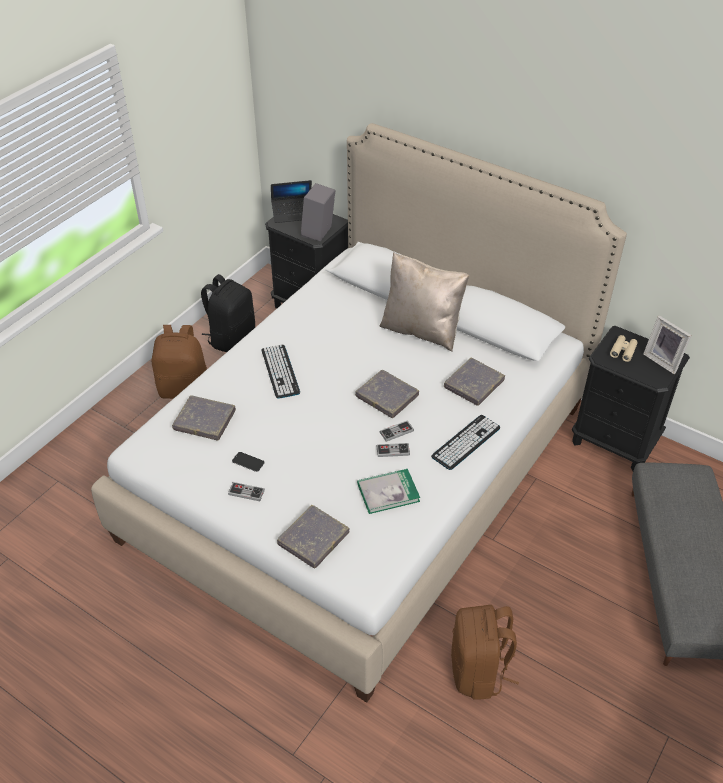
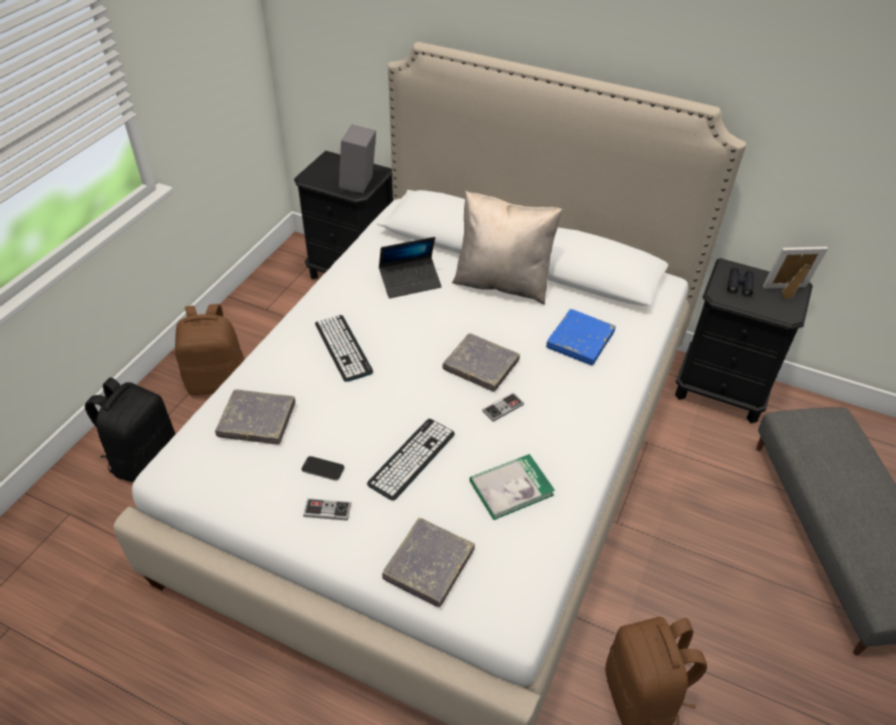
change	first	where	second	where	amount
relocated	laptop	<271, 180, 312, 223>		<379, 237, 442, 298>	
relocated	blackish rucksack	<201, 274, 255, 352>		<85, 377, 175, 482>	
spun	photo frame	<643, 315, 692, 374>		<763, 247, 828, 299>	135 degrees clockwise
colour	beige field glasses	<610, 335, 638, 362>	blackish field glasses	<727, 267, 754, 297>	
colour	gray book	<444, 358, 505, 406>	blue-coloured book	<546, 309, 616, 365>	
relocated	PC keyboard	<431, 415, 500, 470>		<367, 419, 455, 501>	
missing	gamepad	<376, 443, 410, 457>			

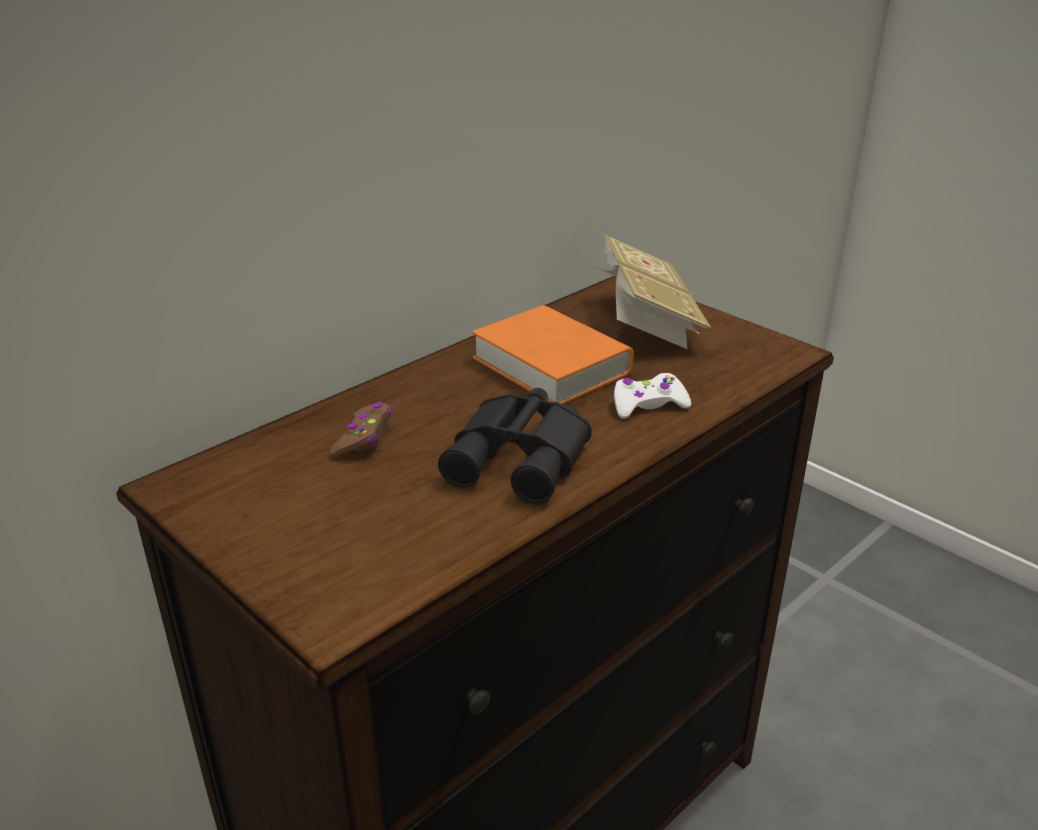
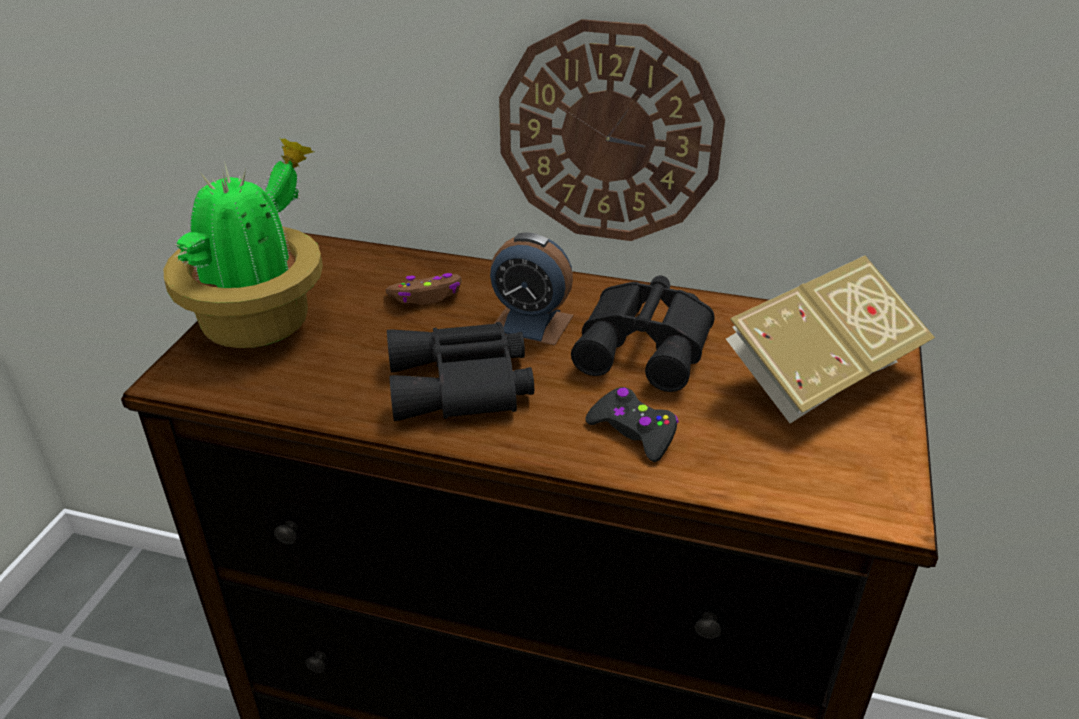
change	first	where	second	where	amount
exchanged	orangey book	<472, 305, 634, 404>	blackish field glasses	<571, 276, 715, 392>	
colour	white gamepad	<614, 373, 691, 418>	blackish gamepad	<585, 387, 679, 462>	
appeared			wall clock	<499, 19, 725, 241>	
appeared			potted plant	<164, 137, 323, 348>	
appeared			alarm clock	<490, 233, 573, 345>	

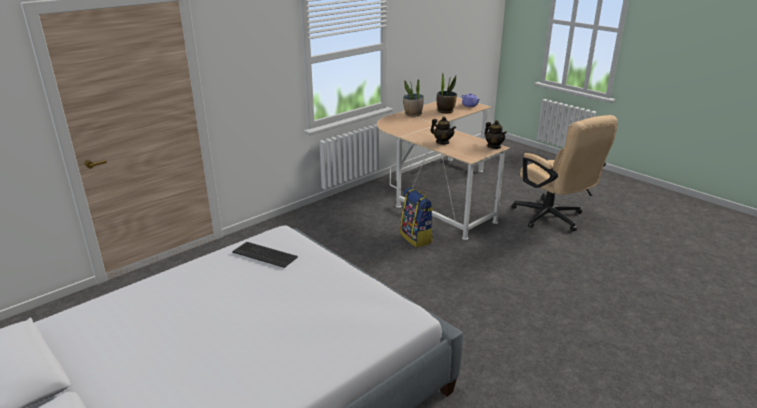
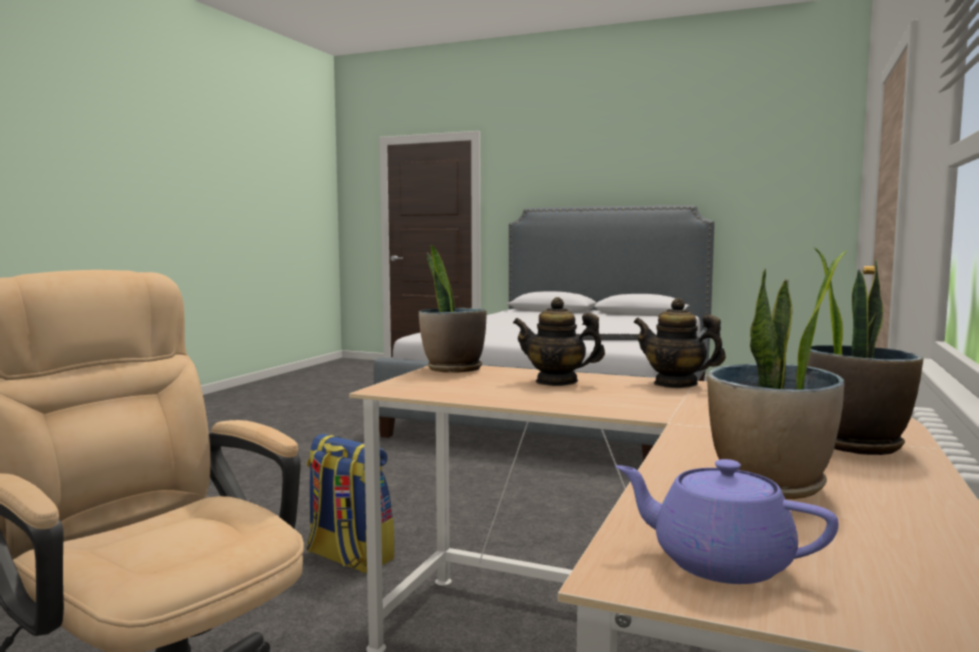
change	first	where	second	where	amount
relocated	pot for tea	<485, 120, 507, 149>		<633, 298, 726, 388>	
relocated	rucksack	<400, 188, 433, 248>		<307, 434, 394, 574>	
appeared			potted plant	<419, 245, 487, 372>	

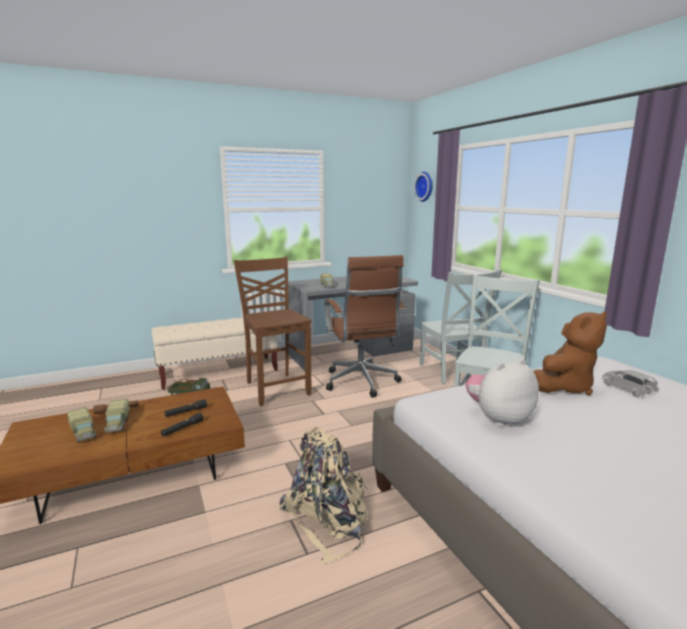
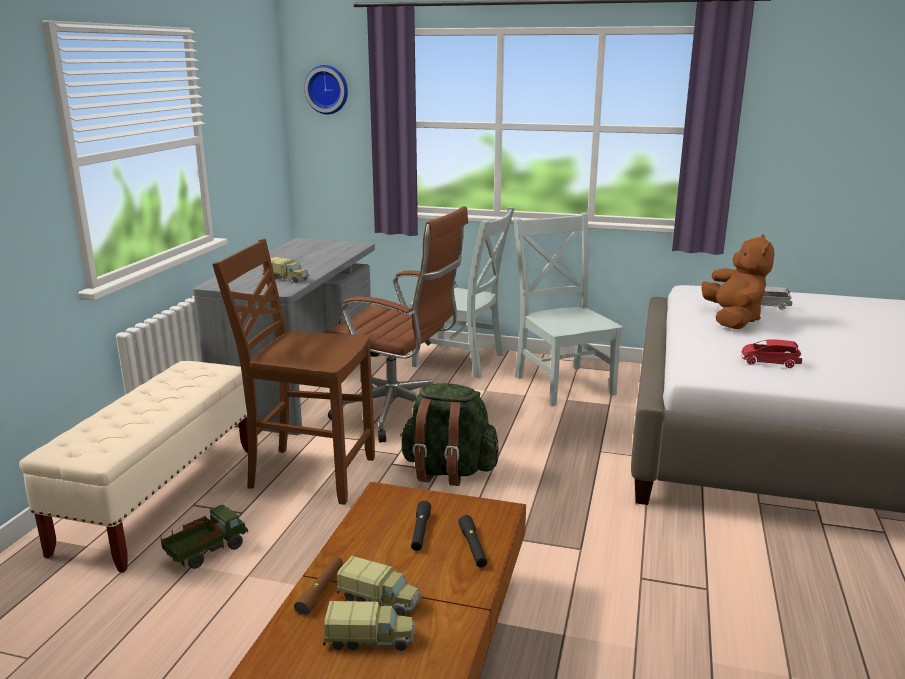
change	first	where	second	where	amount
exchanged	plush toy	<465, 359, 539, 427>	red miniature car	<741, 339, 802, 368>	
missing	beige rucksack	<278, 427, 368, 564>			
appeared			green-coloured rucksack	<400, 383, 499, 486>	

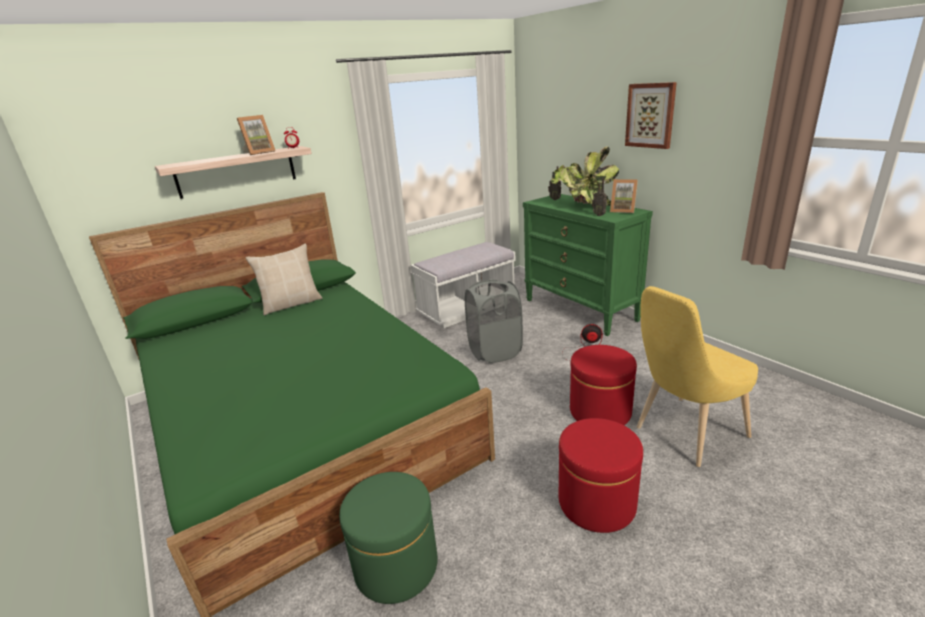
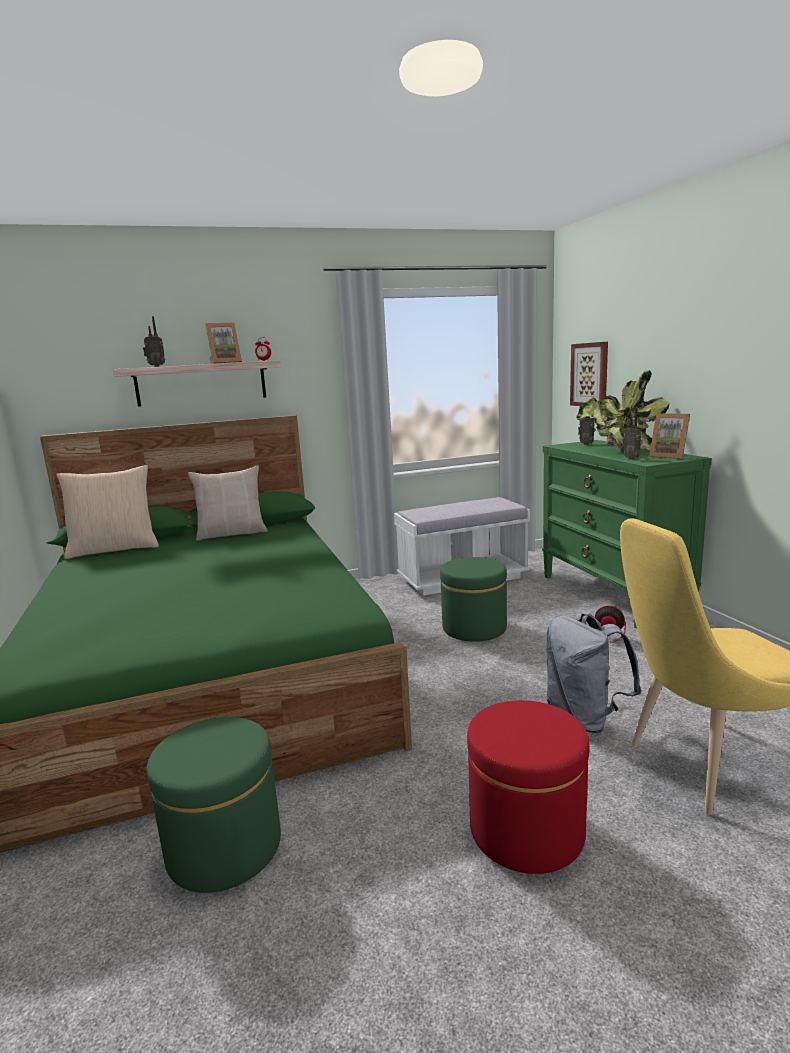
change	first	where	second	where	amount
relocated	picture	<625, 82, 677, 149>		<570, 342, 608, 406>	
exchanged	gray washing basket	<465, 279, 523, 363>	green-coloured pouffe	<440, 557, 507, 641>	
exchanged	red pouffe	<570, 345, 637, 425>	gray rucksack	<546, 613, 641, 733>	
appeared			radio set	<143, 316, 165, 367>	
appeared			beige throw pillow	<56, 465, 159, 559>	

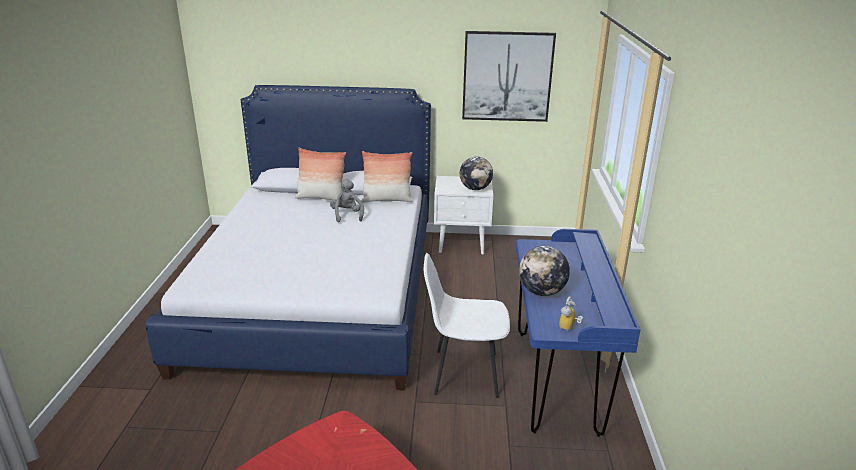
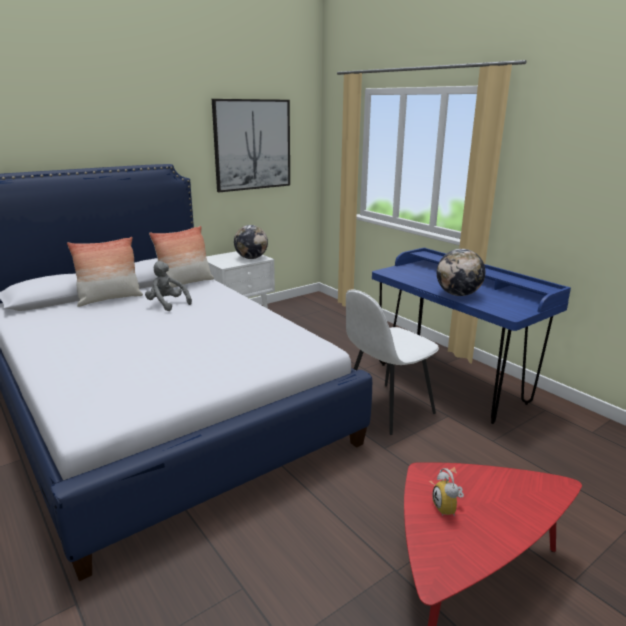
change	first	where	second	where	amount
relocated	alarm clock	<559, 297, 583, 332>		<432, 468, 464, 517>	

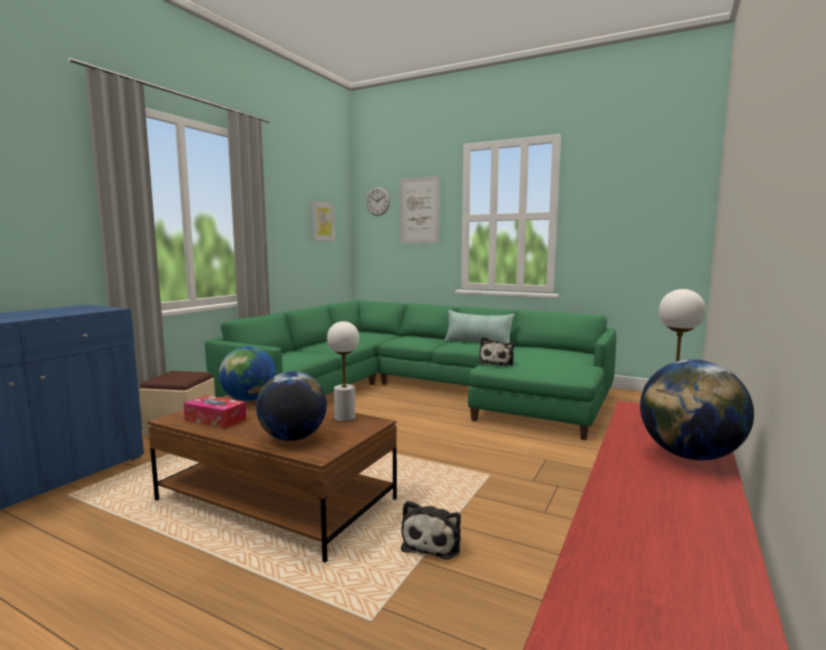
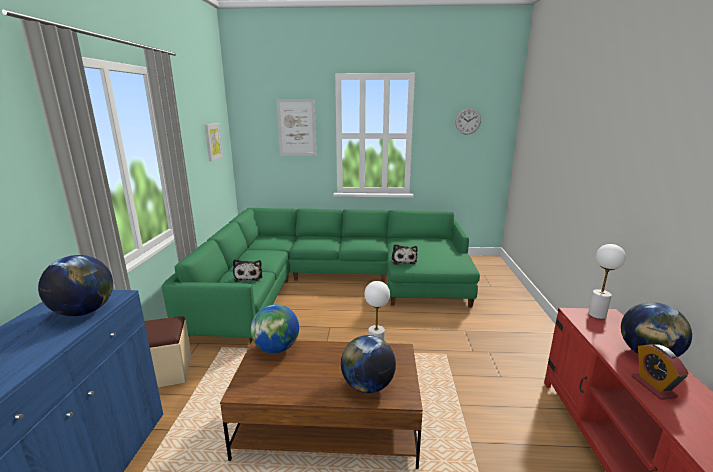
change	first	where	second	where	amount
relocated	wall clock	<366, 187, 390, 216>		<455, 108, 481, 134>	
missing	throw pillow	<444, 310, 515, 344>			
missing	tissue holder	<184, 395, 246, 429>			
relocated	plush toy	<401, 500, 461, 560>		<233, 259, 263, 282>	
appeared			desk globe	<38, 255, 113, 316>	
appeared			alarm clock	<631, 344, 689, 400>	

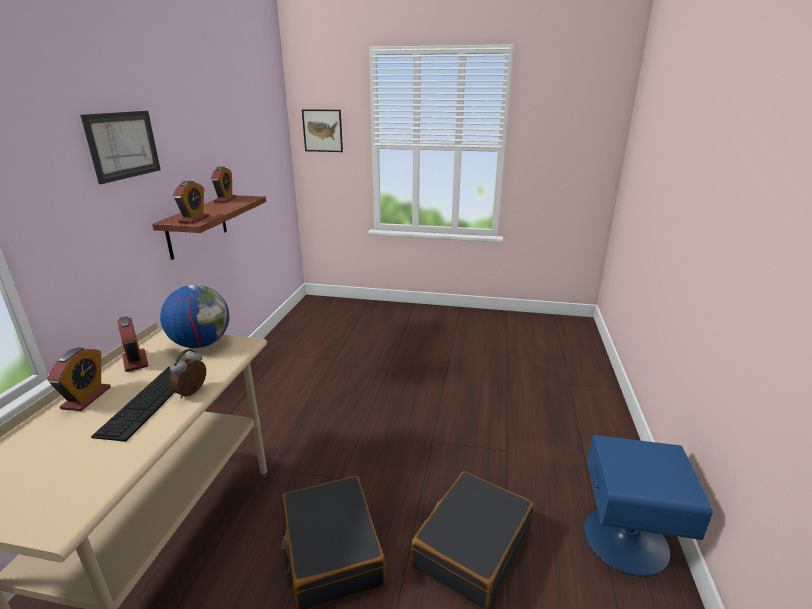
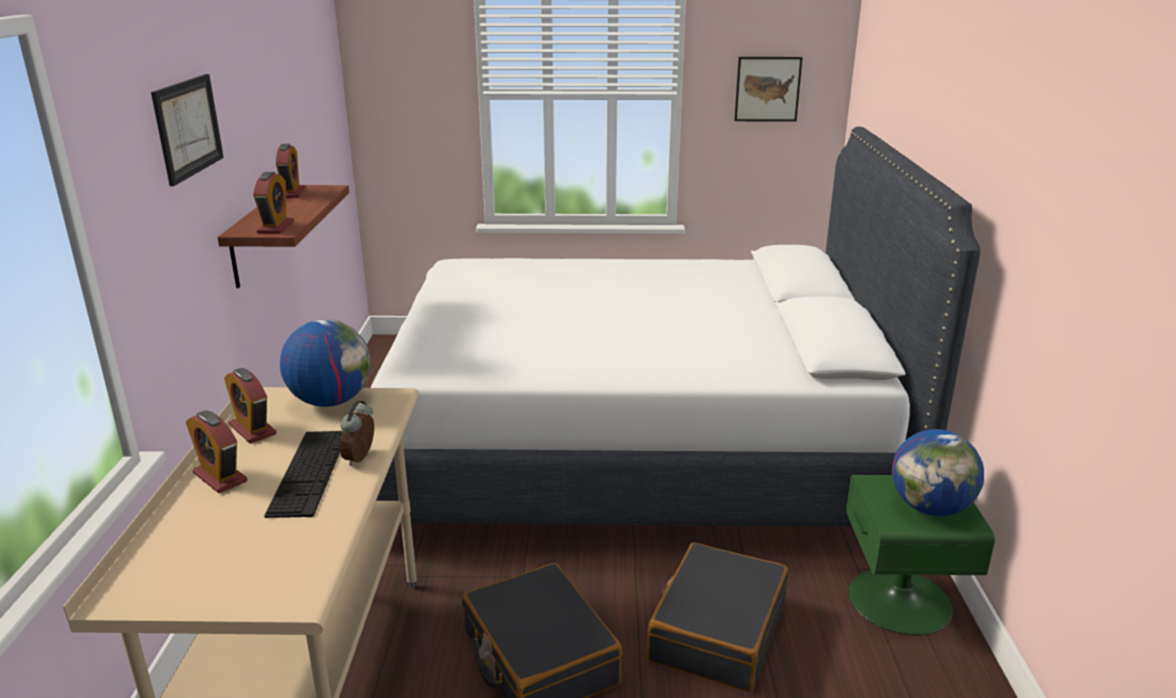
change	first	where	second	where	amount
relocated	picture	<302, 109, 343, 152>		<734, 57, 803, 122>	
spun	alarm clock	<47, 348, 111, 411>		<186, 410, 247, 493>	135 degrees clockwise
colour	blue-coloured night table	<584, 435, 712, 577>	green-coloured night table	<846, 475, 995, 635>	
appeared			white bedroom bed	<370, 127, 980, 527>	
appeared			desk globe	<892, 429, 984, 516>	

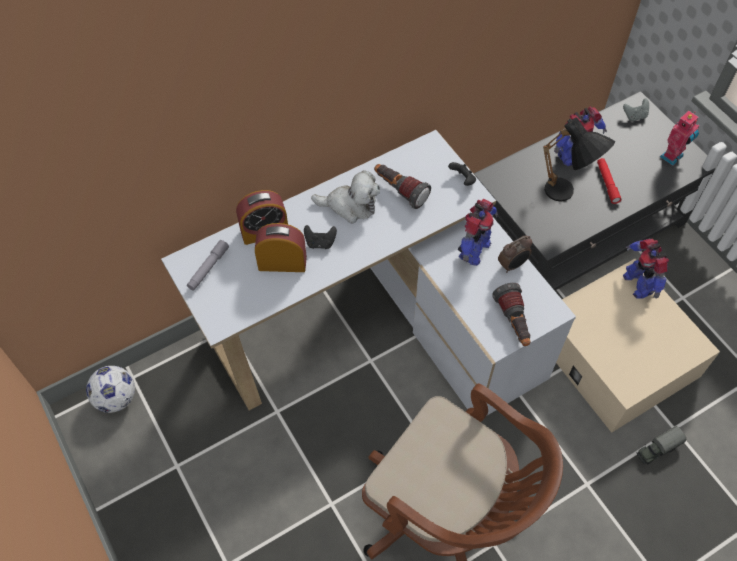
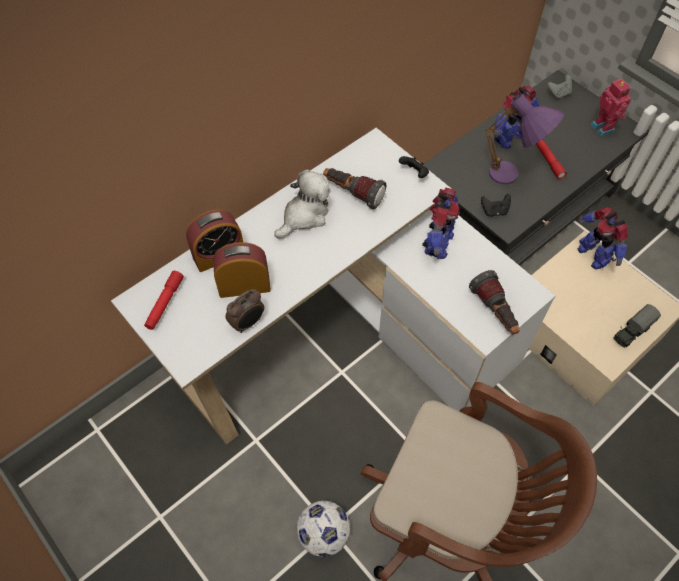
change	first	where	second	where	amount
spun	robot figure	<660, 111, 700, 166>		<591, 78, 631, 136>	60 degrees counterclockwise
colour	blackish lamp for a table	<543, 117, 615, 202>	purple lamp for a table	<486, 93, 564, 184>	
spun	plush toy	<311, 170, 380, 223>		<274, 169, 330, 239>	45 degrees counterclockwise
relocated	blackish gamepad	<304, 225, 337, 249>		<481, 194, 511, 217>	
relocated	alarm clock	<498, 236, 532, 273>		<226, 289, 264, 333>	
colour	gray hand torch	<187, 240, 229, 290>	red hand torch	<144, 271, 184, 330>	
relocated	football ball	<86, 366, 135, 413>		<297, 501, 350, 557>	
relocated	toy truck	<637, 426, 687, 465>		<613, 304, 661, 347>	

